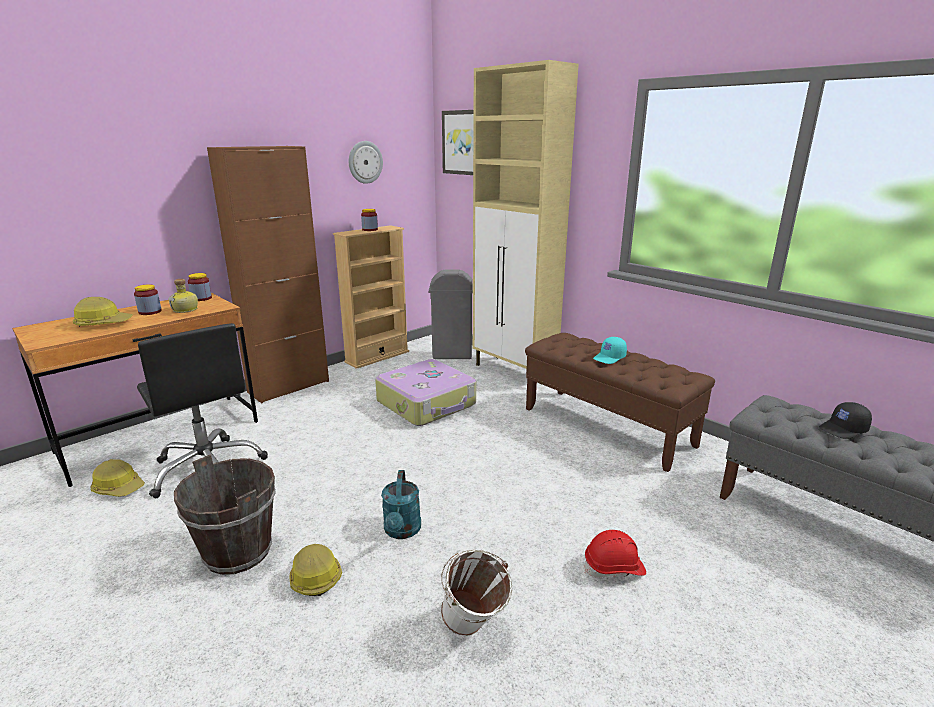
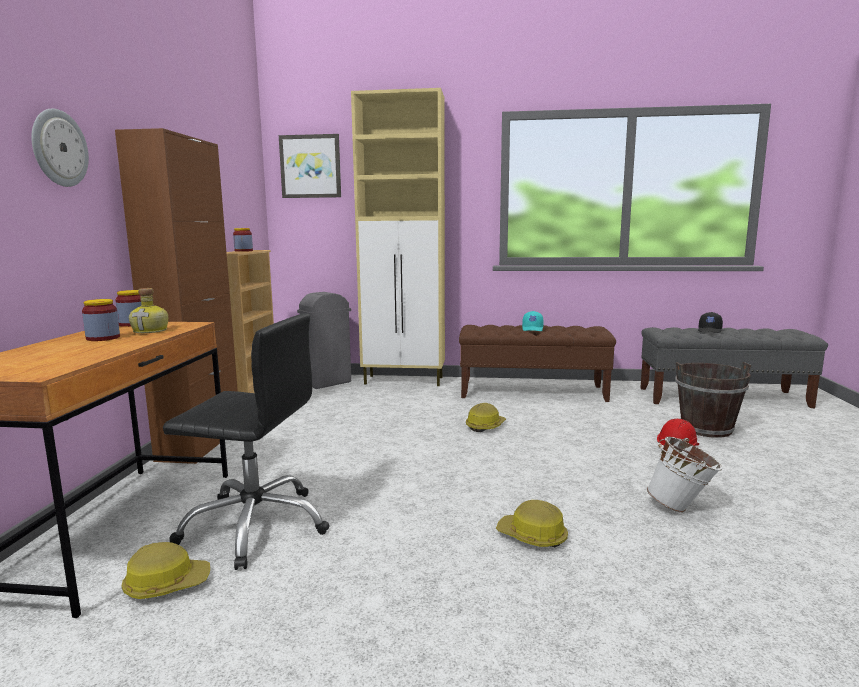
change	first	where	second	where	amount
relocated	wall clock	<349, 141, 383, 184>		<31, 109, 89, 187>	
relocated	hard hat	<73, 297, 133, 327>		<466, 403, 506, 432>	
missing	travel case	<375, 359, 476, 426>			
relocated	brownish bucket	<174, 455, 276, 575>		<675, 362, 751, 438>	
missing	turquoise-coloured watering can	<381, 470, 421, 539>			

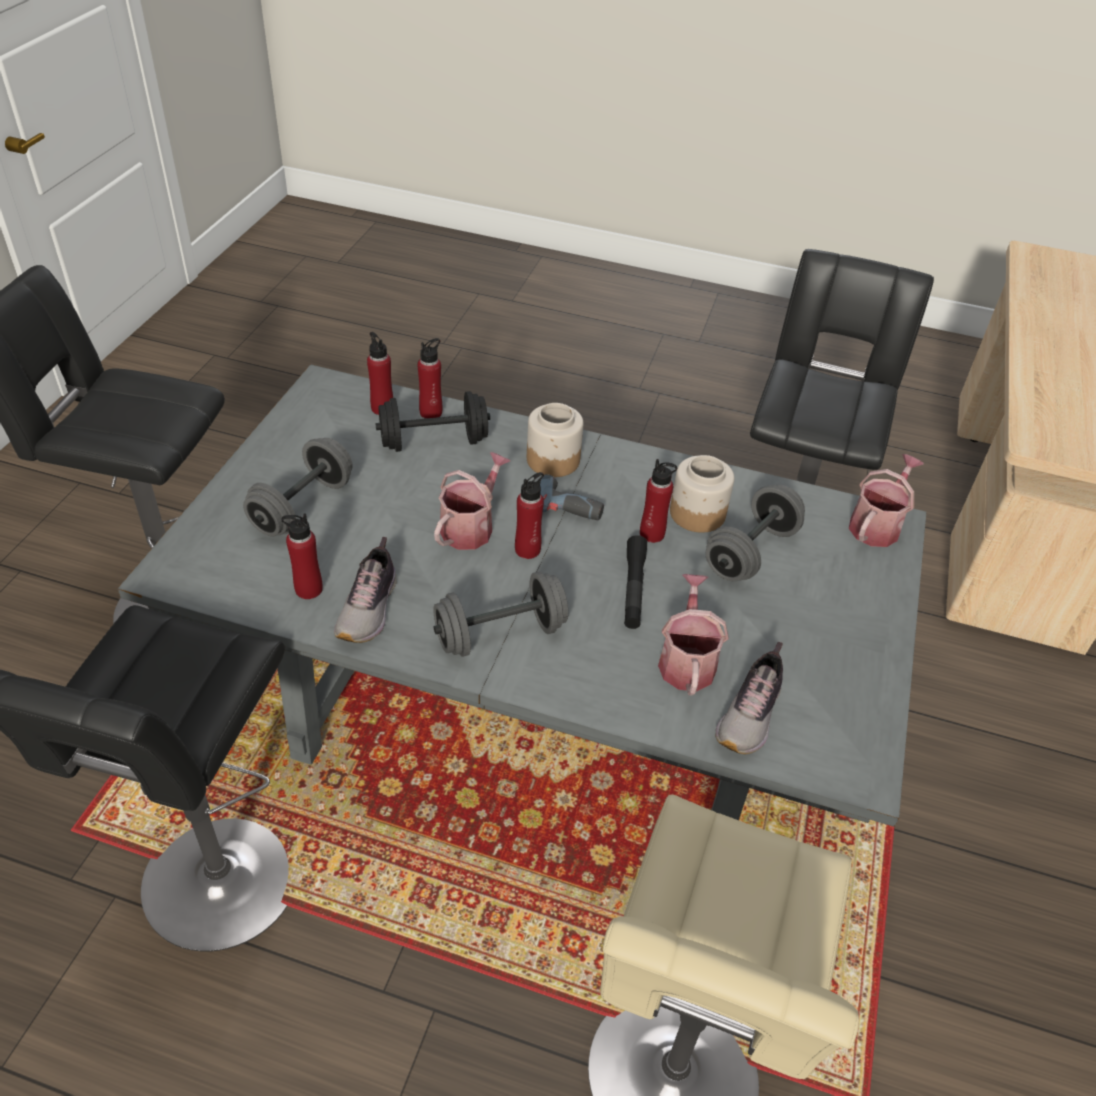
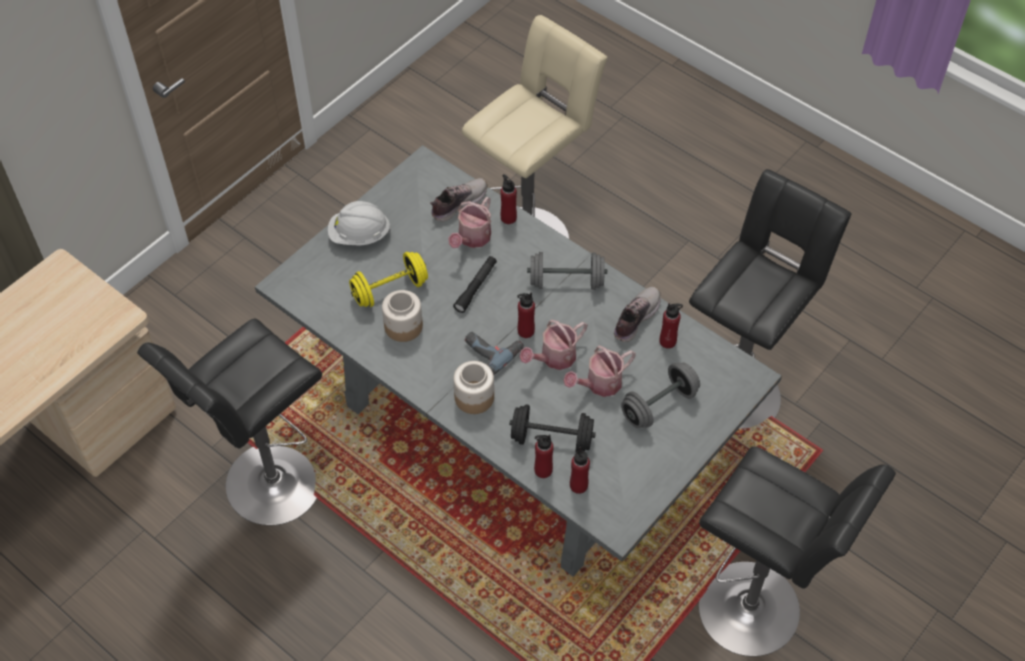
change	first	where	second	where	amount
relocated	watering can	<849, 454, 924, 547>		<563, 345, 636, 397>	
relocated	red drink bottle	<640, 459, 677, 543>		<500, 174, 517, 224>	
colour	gray free weight	<705, 485, 805, 581>	yellow-coloured free weight	<349, 252, 428, 307>	
appeared			white hard hat	<328, 201, 391, 246>	

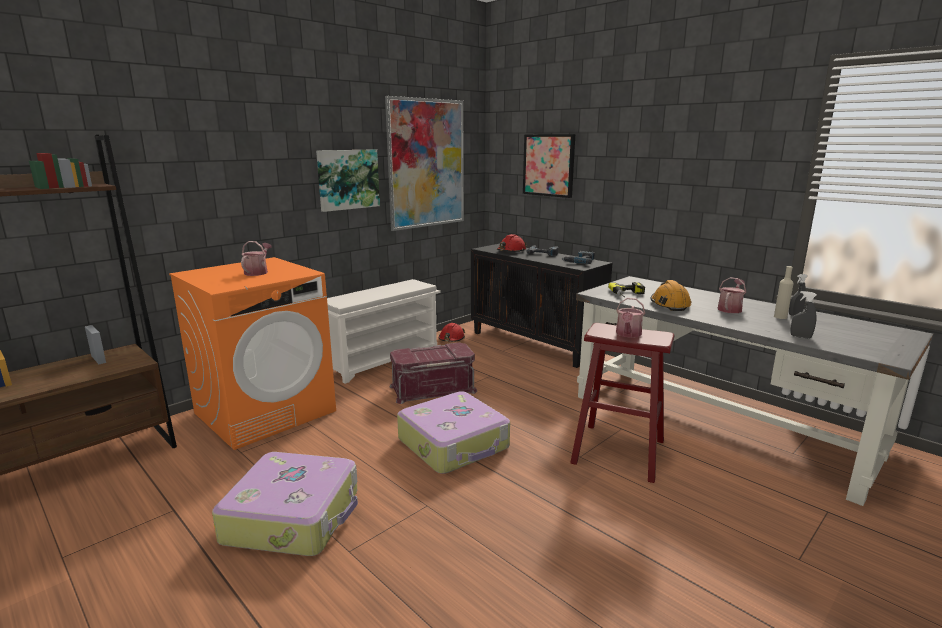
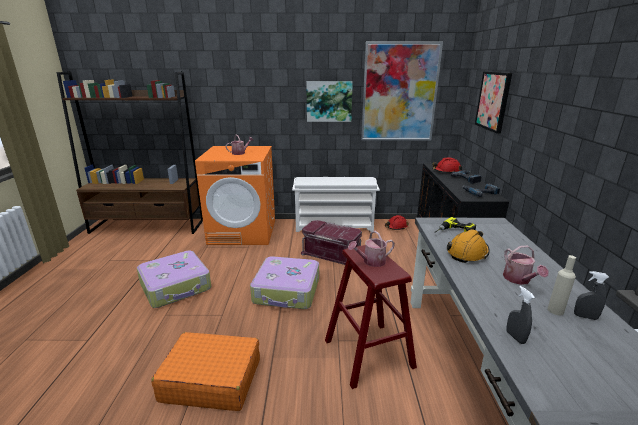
change	first	where	second	where	amount
spun	watering can	<718, 277, 746, 313>		<503, 245, 549, 285>	90 degrees clockwise
appeared			orangey travel case	<151, 332, 260, 411>	

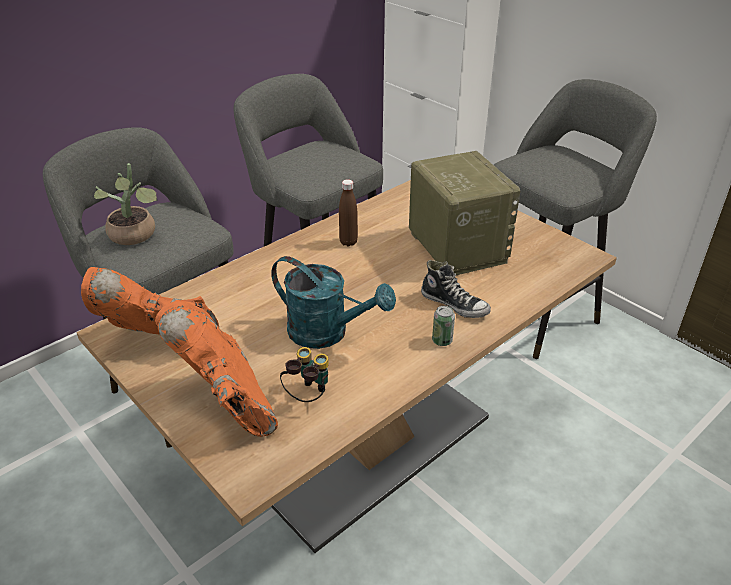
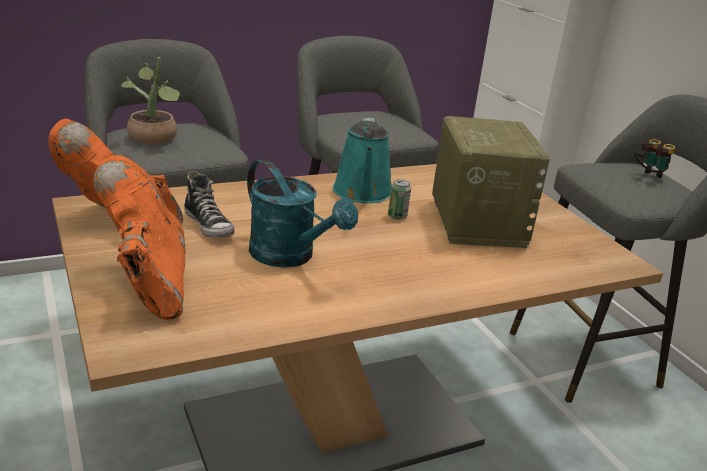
change	first	where	second	where	amount
exchanged	brownish drink bottle	<339, 179, 358, 246>	turquoise-coloured watering can	<333, 118, 392, 203>	
relocated	low shoe	<421, 260, 491, 318>		<184, 171, 235, 238>	
relocated	can	<432, 306, 455, 346>		<388, 179, 411, 220>	
relocated	field glasses	<280, 347, 329, 402>		<634, 139, 675, 179>	

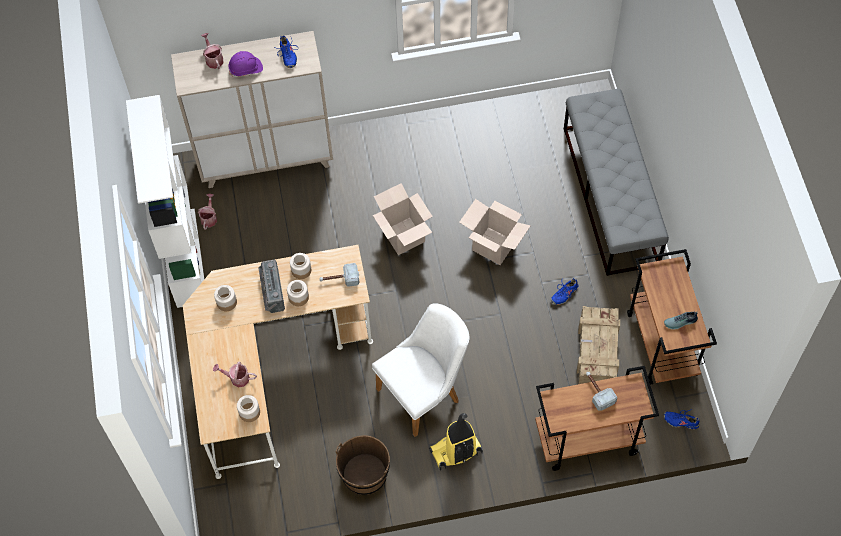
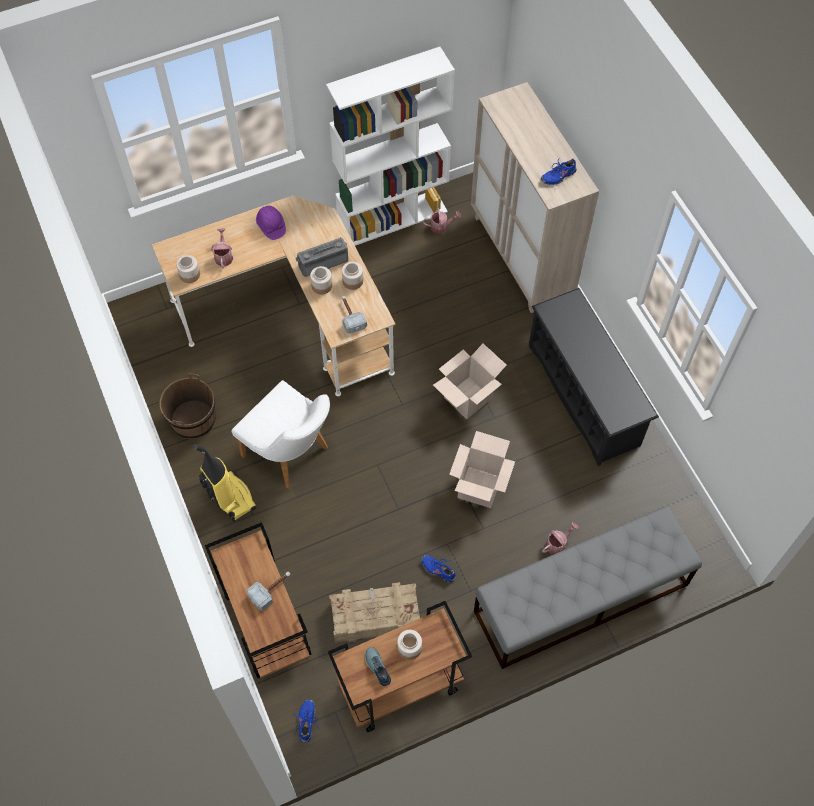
change	first	where	second	where	amount
relocated	watering can	<201, 33, 223, 69>		<542, 522, 578, 554>	
relocated	purple hard hat	<229, 51, 263, 77>		<256, 206, 286, 240>	
relocated	preserve jar	<214, 285, 237, 311>		<397, 630, 422, 660>	
appeared			blackish shoe shelf	<529, 288, 659, 466>	

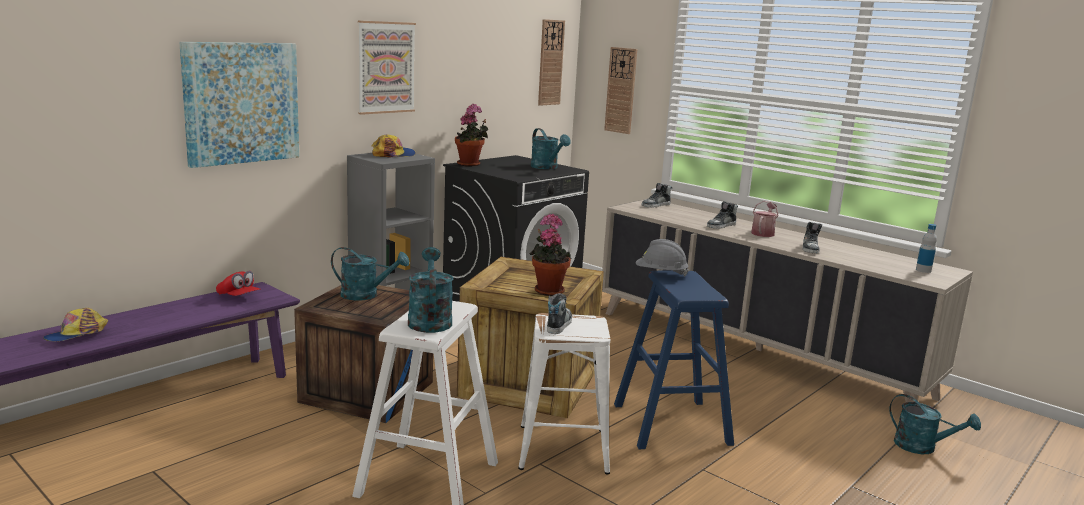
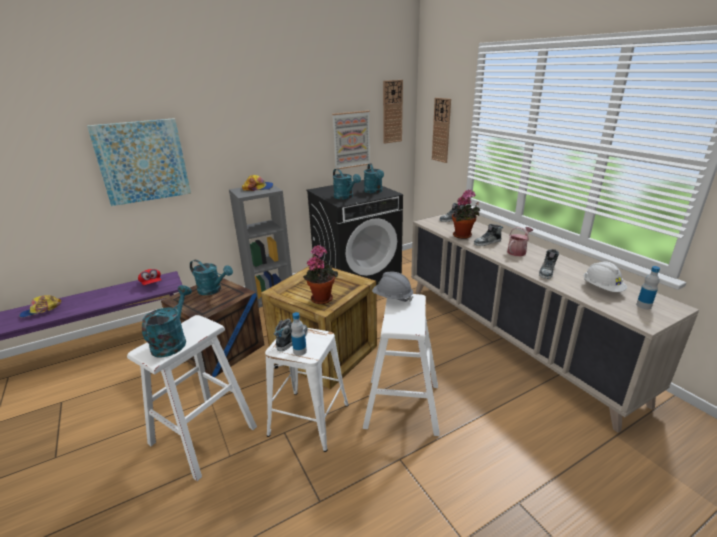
change	first	where	second	where	amount
relocated	picture	<358, 21, 416, 115>		<332, 111, 370, 170>	
relocated	potted plant	<455, 104, 489, 167>		<452, 190, 480, 239>	
colour	blue-coloured stool seat	<614, 271, 734, 449>	white stool seat	<363, 294, 440, 436>	
relocated	turquoise-coloured watering can	<889, 394, 981, 454>		<333, 168, 361, 199>	
appeared			white hard hat	<584, 261, 627, 292>	
appeared			drink bottle	<291, 312, 307, 356>	

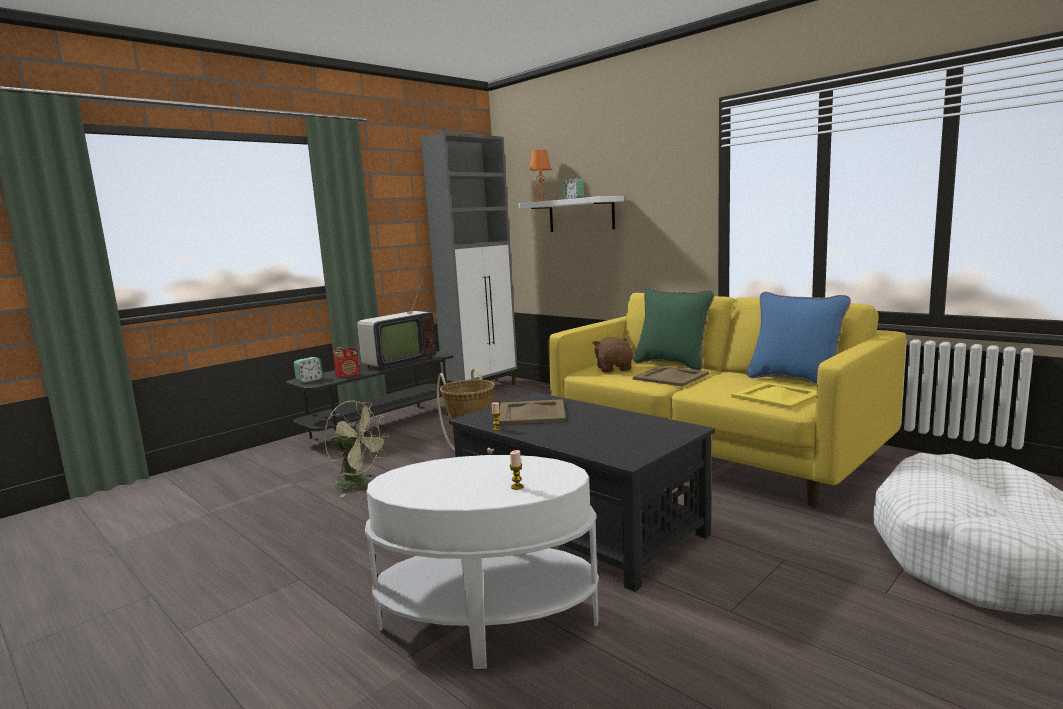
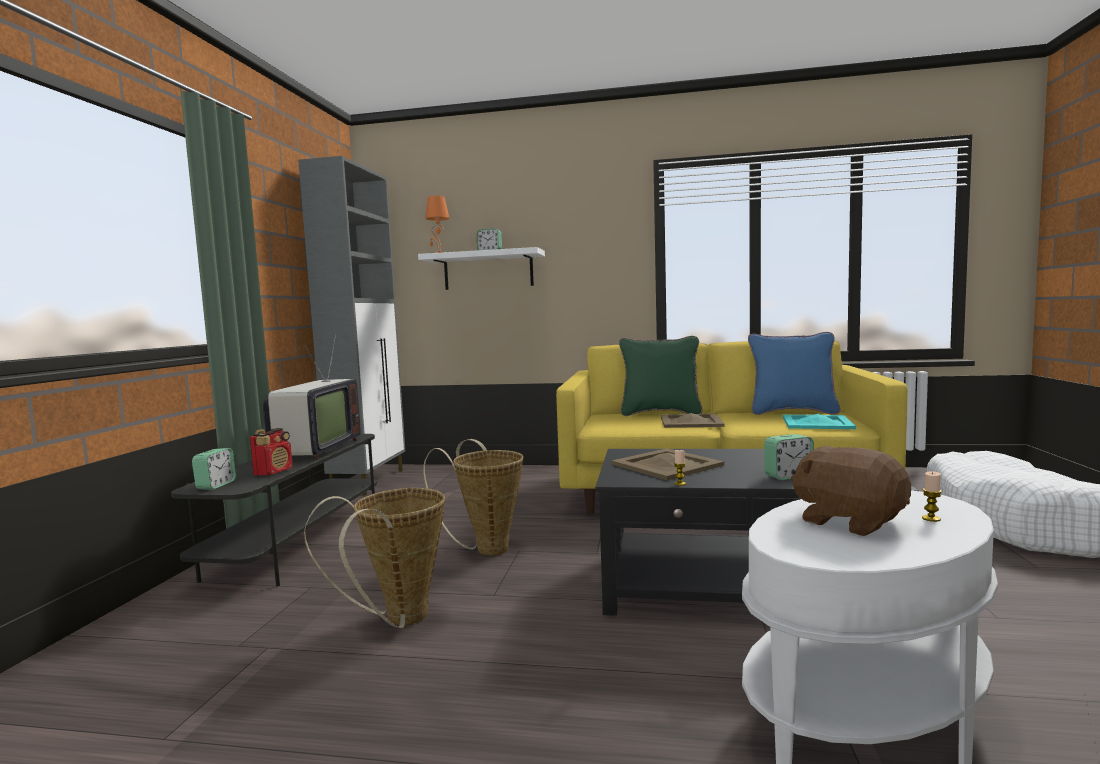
change	first	where	second	where	amount
relocated	brownish plush toy	<593, 337, 633, 372>		<791, 446, 911, 536>	
colour	yellow-coloured tray	<731, 382, 817, 409>	turquoise-coloured tray	<783, 414, 856, 429>	
exchanged	green-coloured fan	<324, 401, 389, 497>	household basket	<304, 488, 445, 628>	
appeared			alarm clock	<764, 434, 814, 480>	

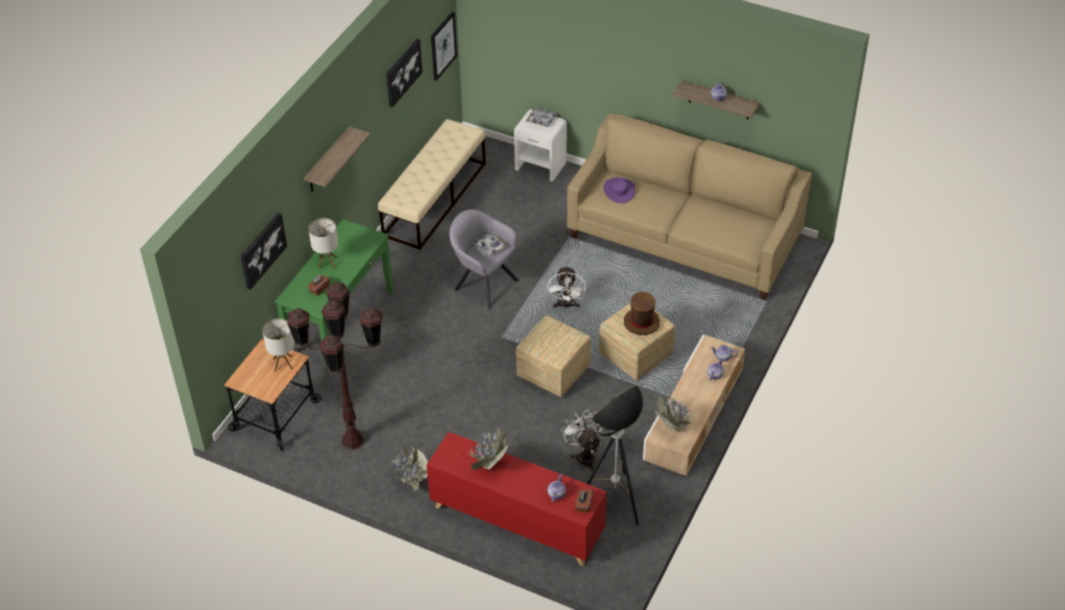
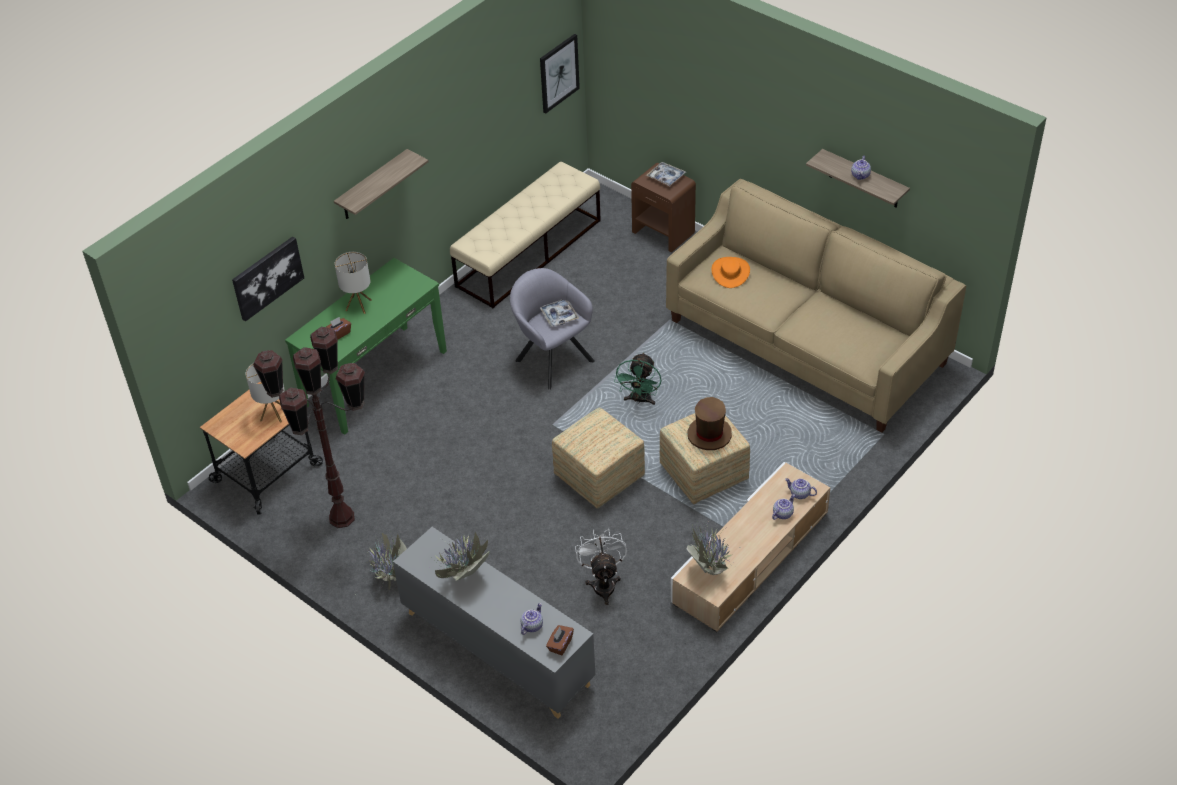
change	first	where	second	where	amount
missing	picture	<386, 39, 423, 107>			
colour	white night table	<514, 109, 567, 182>	brownish night table	<631, 163, 696, 252>	
colour	purple hat	<603, 178, 635, 203>	orangey hat	<711, 257, 750, 288>	
colour	white fan	<547, 266, 586, 309>	green-coloured fan	<614, 352, 661, 405>	
missing	floor lamp	<587, 386, 643, 525>			
colour	red cabinet	<427, 432, 607, 566>	gray cabinet	<393, 527, 596, 719>	

